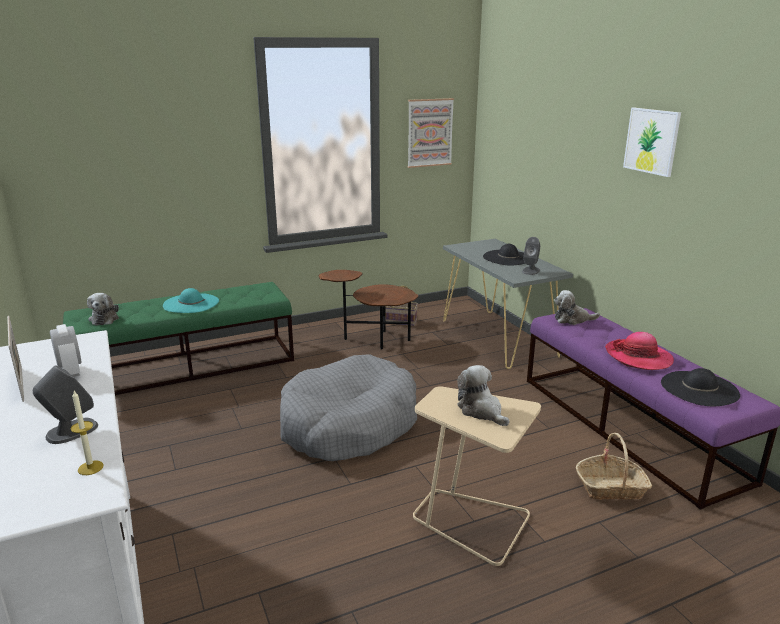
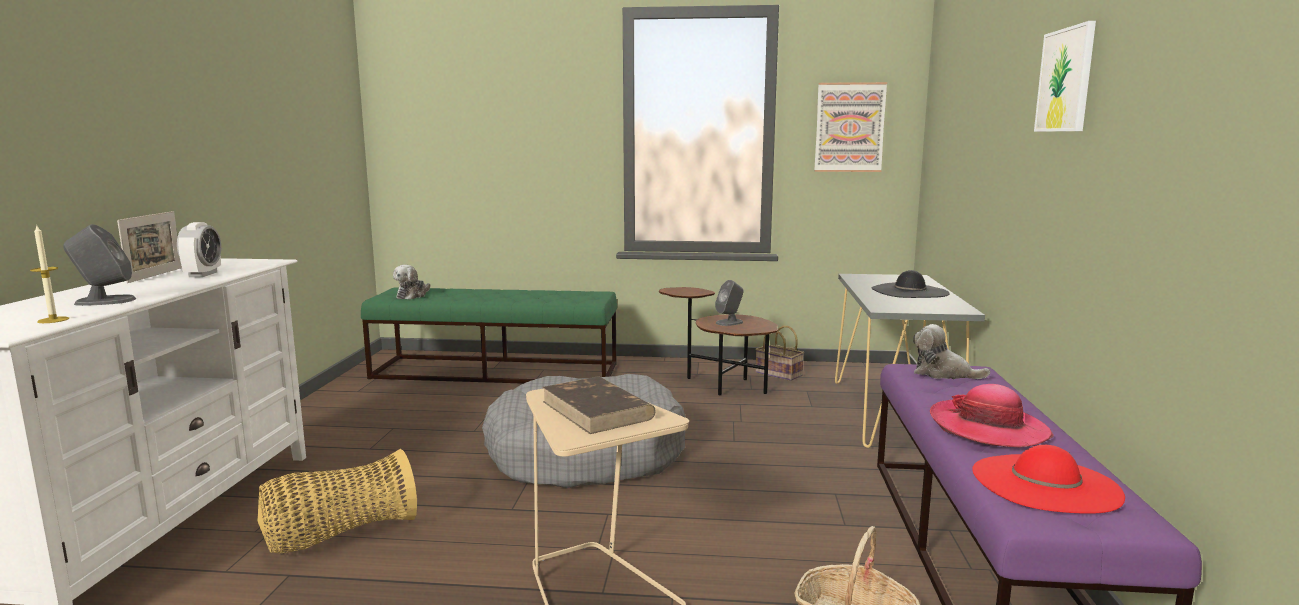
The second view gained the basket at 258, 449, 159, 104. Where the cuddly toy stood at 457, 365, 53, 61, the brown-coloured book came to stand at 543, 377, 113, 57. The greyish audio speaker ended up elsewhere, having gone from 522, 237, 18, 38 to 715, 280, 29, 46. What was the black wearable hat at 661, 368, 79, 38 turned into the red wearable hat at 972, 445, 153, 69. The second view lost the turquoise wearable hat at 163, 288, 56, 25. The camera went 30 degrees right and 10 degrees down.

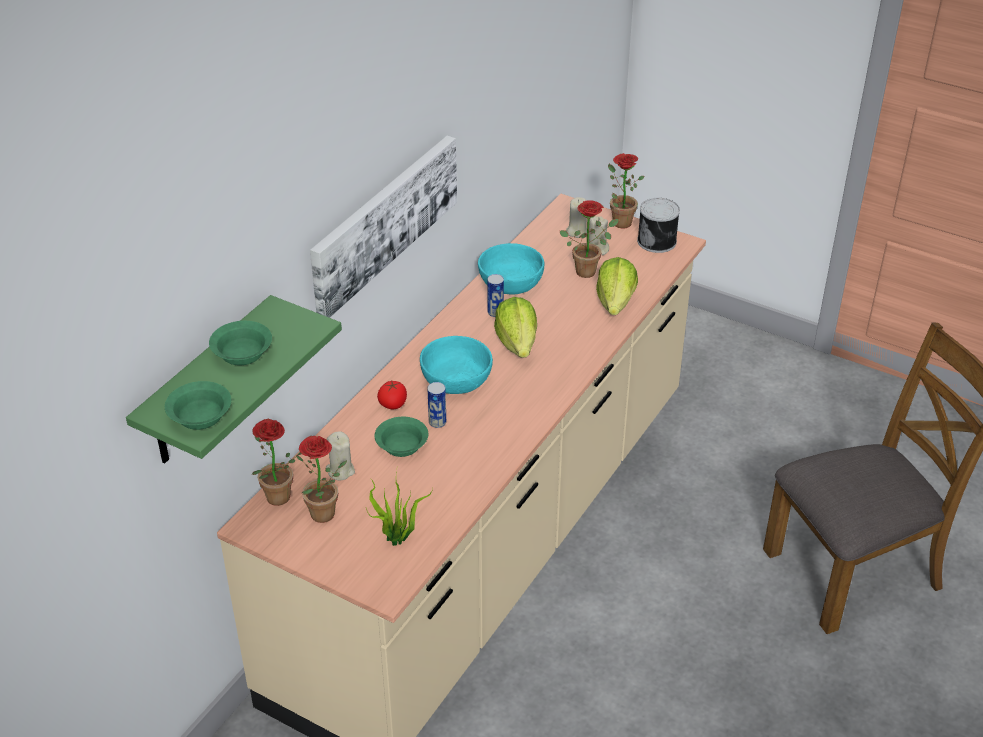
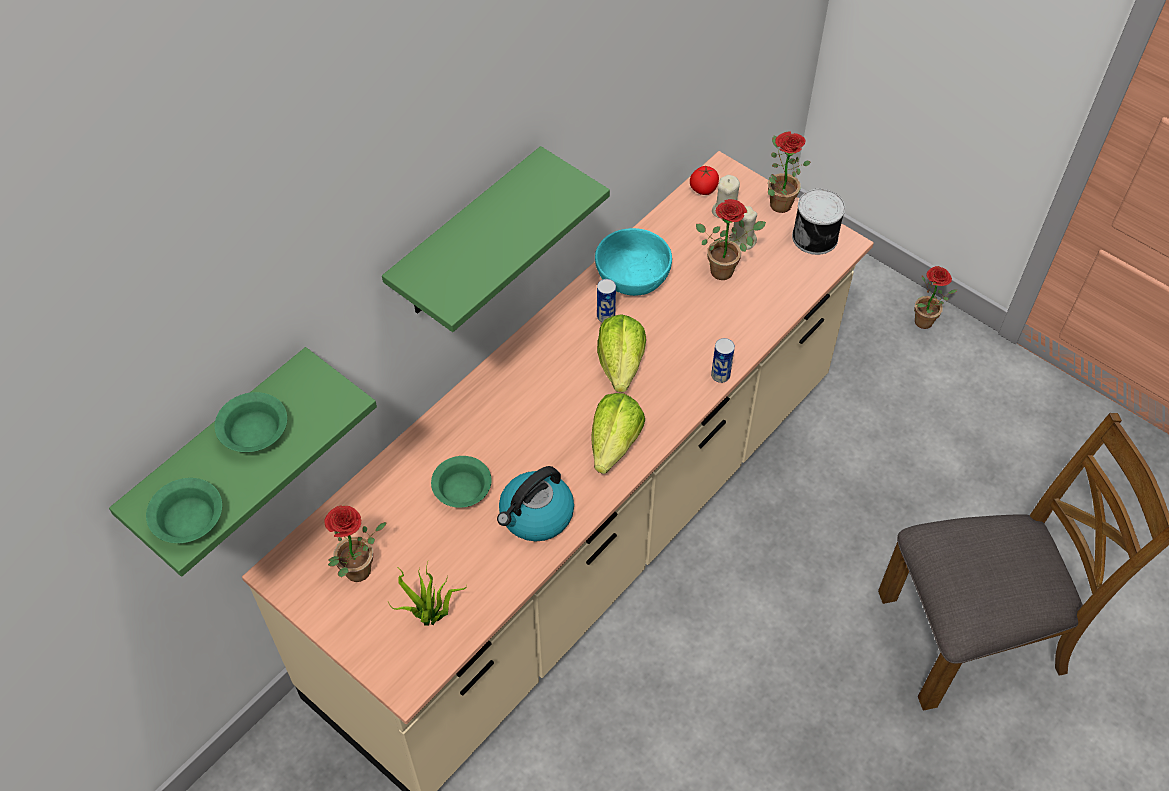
Where the picture hung at 310, 136, 147, 182, the green-coloured shelf came to hang at 382, 146, 228, 186. The second view gained the kettle at 497, 466, 77, 75. The head of lettuce ended up elsewhere, having gone from 596, 257, 42, 58 to 591, 393, 54, 81. The fresh tomato ended up elsewhere, having gone from 377, 381, 30, 28 to 690, 166, 29, 29. The can ended up elsewhere, having gone from 427, 382, 19, 46 to 711, 338, 24, 45. The plant in a pot ended up elsewhere, having gone from 252, 419, 49, 87 to 914, 266, 44, 63. The second view lost the beige-coloured wax light at 326, 431, 29, 49. The second view lost the turquoise bowl at 420, 336, 73, 58. The camera went 10 degrees right and 15 degrees up.

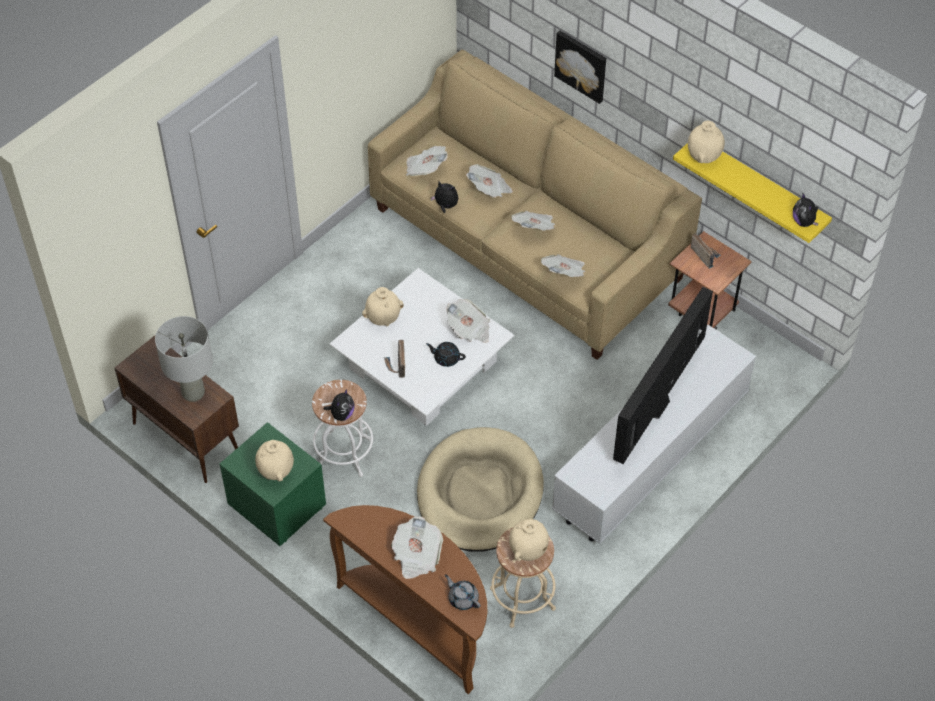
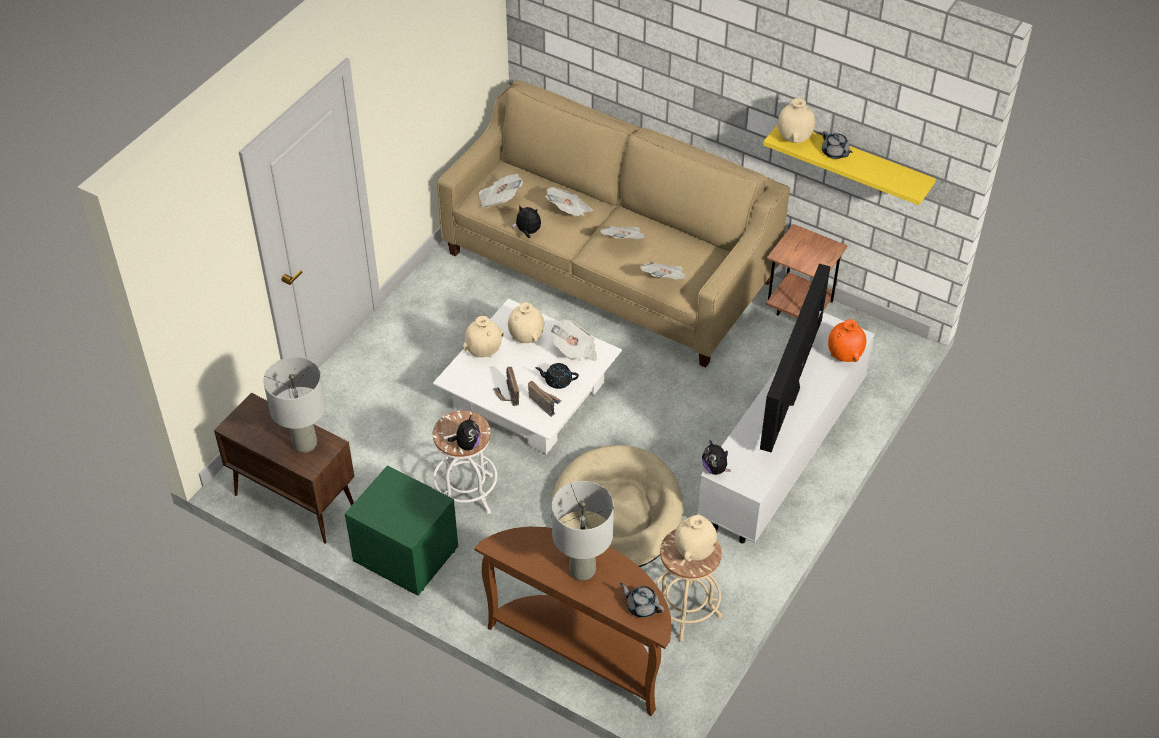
The beige-coloured flower vase ended up elsewhere, having gone from 255, 440, 39, 41 to 508, 302, 36, 41. The radio receiver ended up elsewhere, having gone from 691, 233, 30, 36 to 528, 381, 34, 36. Where the newspaper stood at 391, 516, 52, 63, the greyish tabletop lamp came to stand at 552, 481, 62, 100. The cuddly toy ended up elsewhere, having gone from 793, 193, 26, 34 to 702, 440, 29, 35. The second view gained the greyish teapot at 822, 131, 31, 28. The second view gained the orangey flower vase at 828, 319, 38, 43. The second view lost the picture at 554, 31, 52, 73. The camera went 10 degrees left and 5 degrees down.

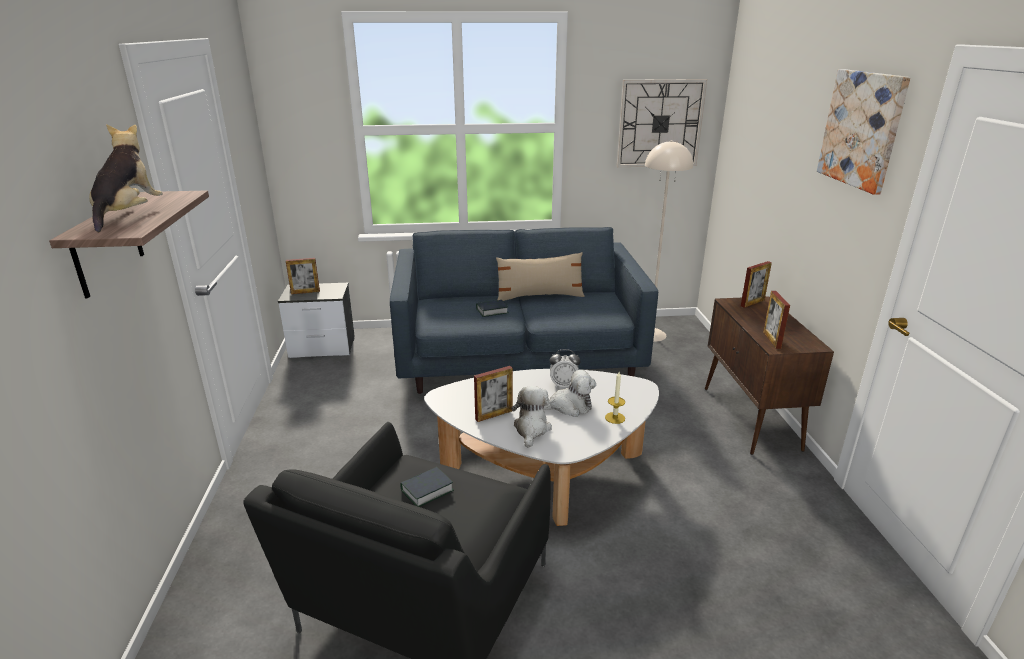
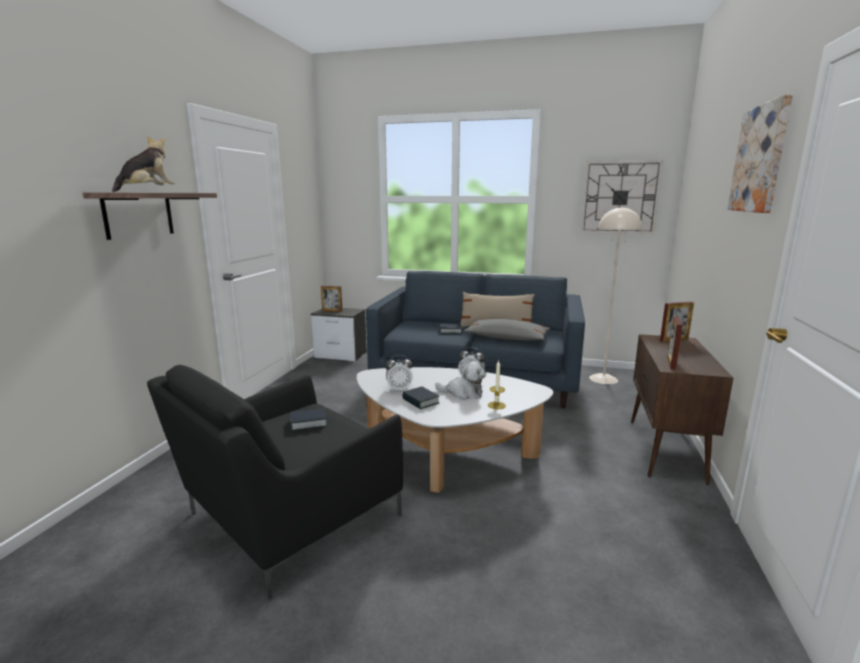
Where the photo frame stood at 474, 366, 39, 56, the table clock came to stand at 385, 355, 28, 37. Where the cuddly toy stood at 511, 386, 41, 62, the book came to stand at 402, 387, 37, 22. The second view gained the greyish throw pillow at 464, 319, 86, 22. The camera went 20 degrees right and 10 degrees down.

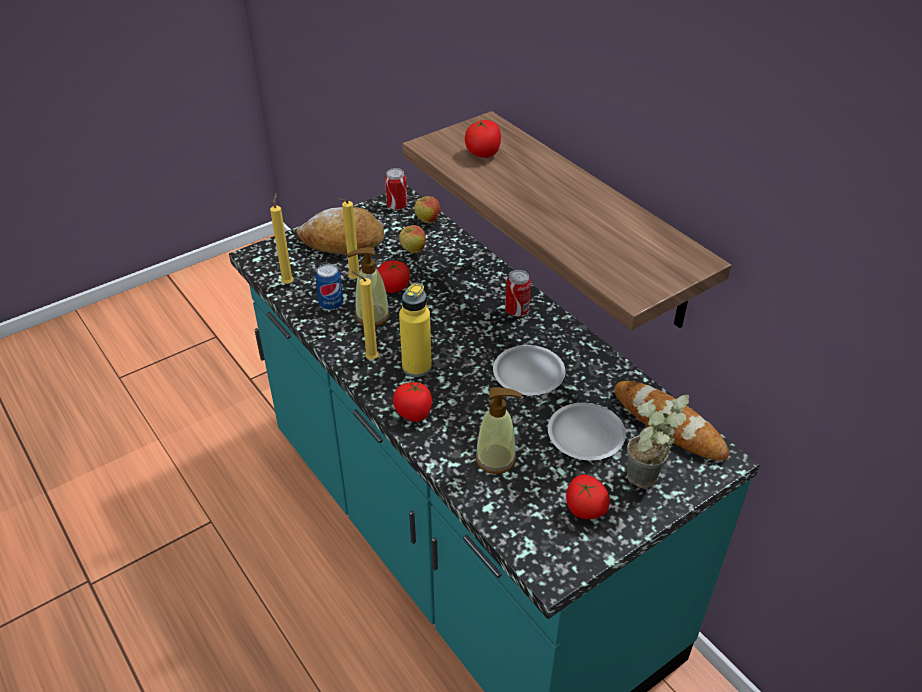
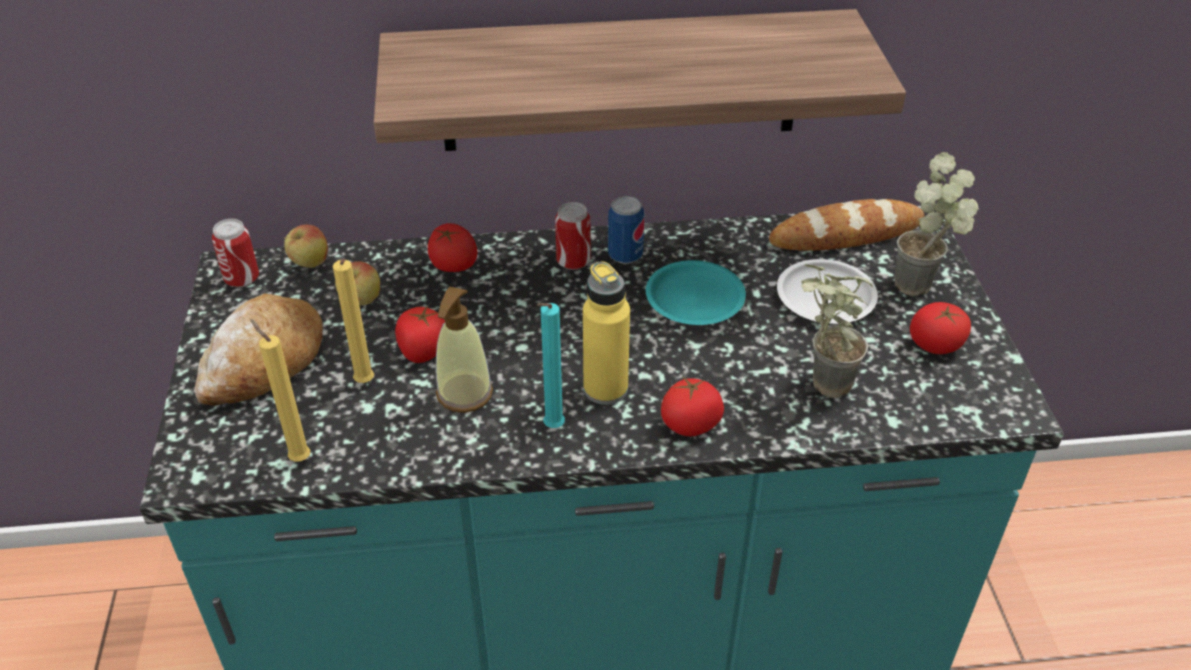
The fresh tomato ended up elsewhere, having gone from 465, 120, 36, 38 to 428, 223, 50, 49. What was the yellowish wax light at 352, 271, 27, 88 turned into the turquoise wax light at 537, 303, 28, 125. The can ended up elsewhere, having gone from 315, 264, 28, 46 to 608, 196, 36, 68. What was the whitish plate at 493, 345, 73, 50 turned into the turquoise plate at 646, 260, 100, 65. Where the soap bottle stood at 475, 387, 47, 87, the plant in a pot came to stand at 801, 264, 72, 134. The camera went 60 degrees left and 0 degrees up.

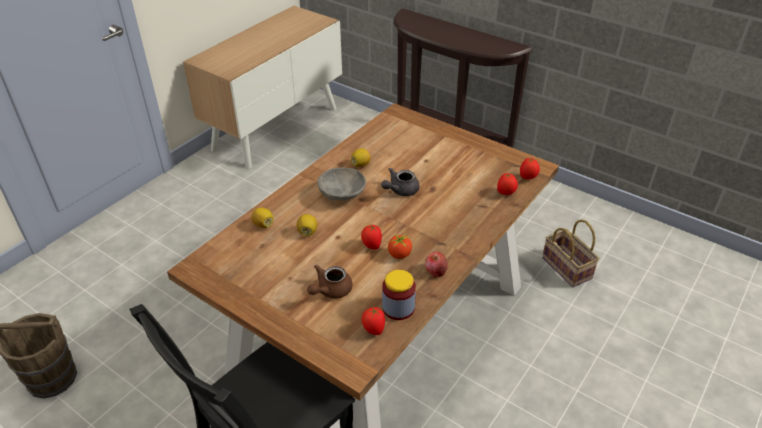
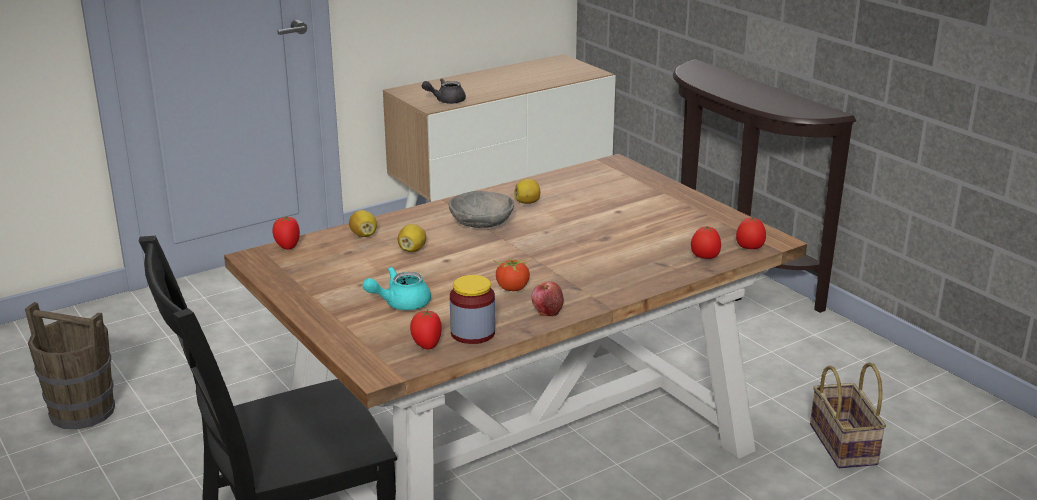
The fresh tomato ended up elsewhere, having gone from 361, 225, 21, 25 to 273, 216, 27, 34. What was the brown-coloured teapot at 307, 265, 46, 34 turned into the turquoise teapot at 363, 267, 68, 43. The greyish teapot ended up elsewhere, having gone from 381, 167, 39, 29 to 422, 78, 44, 26. The camera went 20 degrees right and 15 degrees down.

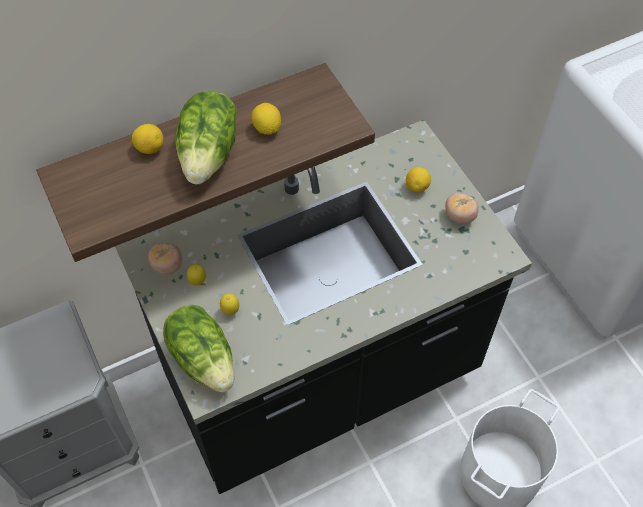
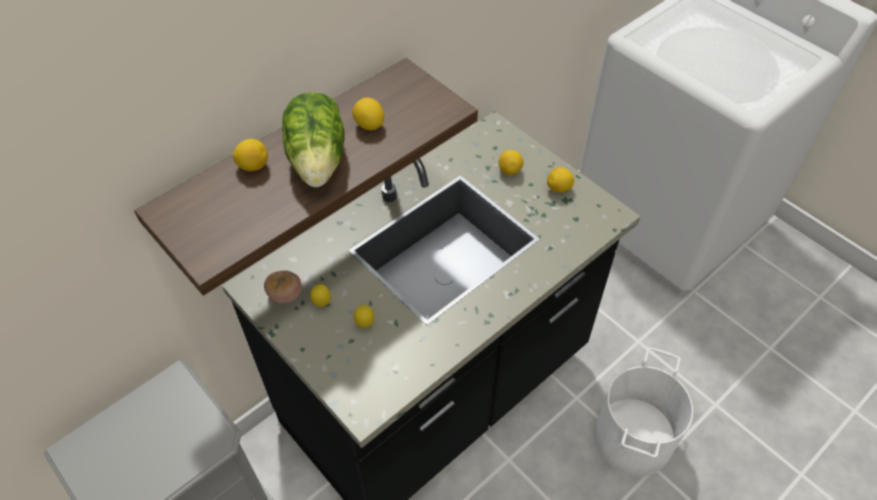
Where the fresh tomato stood at 445, 193, 34, 31, the citrus fruit came to stand at 547, 167, 27, 25. The second view lost the head of lettuce at 163, 305, 71, 87. The camera went 15 degrees left and 5 degrees down.

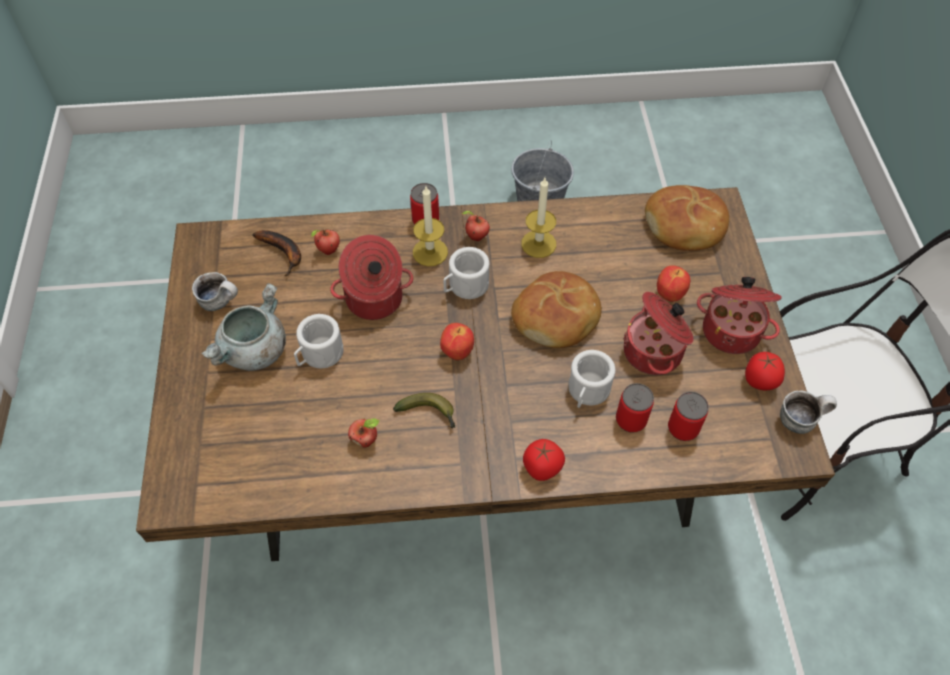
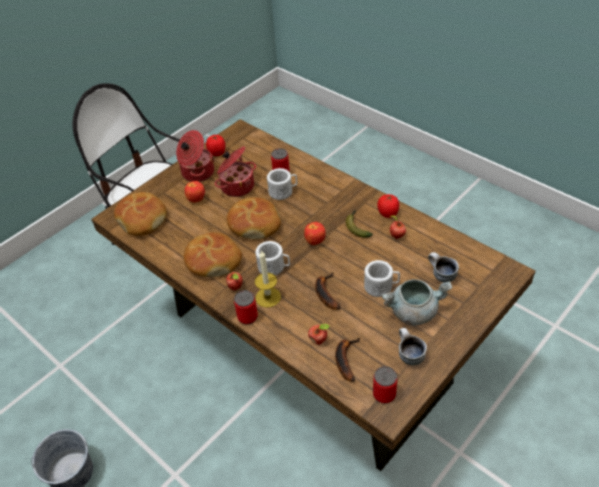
Where the wax light stood at 521, 178, 35, 80, the bread came to stand at 184, 232, 58, 45. Where the stockpot stood at 330, 235, 83, 85, the whole banana came to stand at 315, 272, 26, 38. The can ended up elsewhere, having gone from 668, 392, 41, 49 to 373, 366, 25, 38. The fresh tomato ended up elsewhere, having gone from 523, 439, 42, 42 to 377, 194, 22, 24. The coffee mug ended up elsewhere, having gone from 780, 390, 57, 44 to 428, 252, 31, 30. The camera went 130 degrees left and 10 degrees down.

